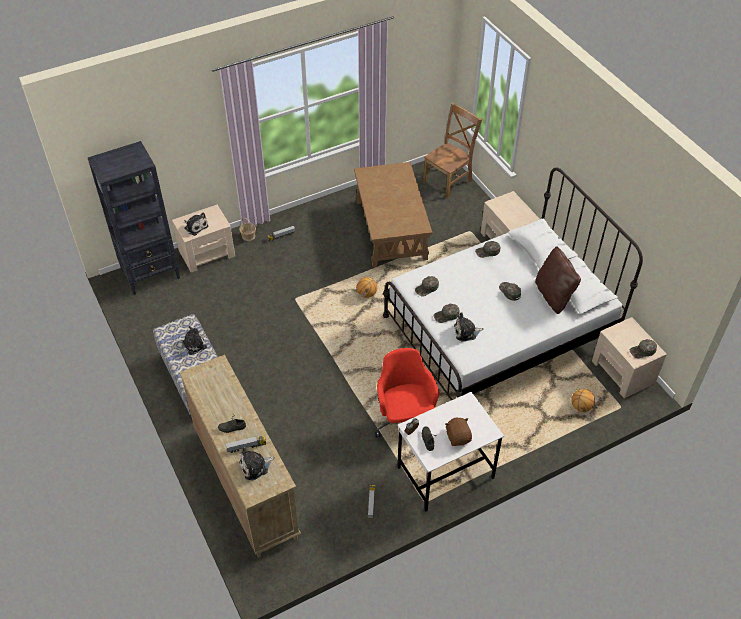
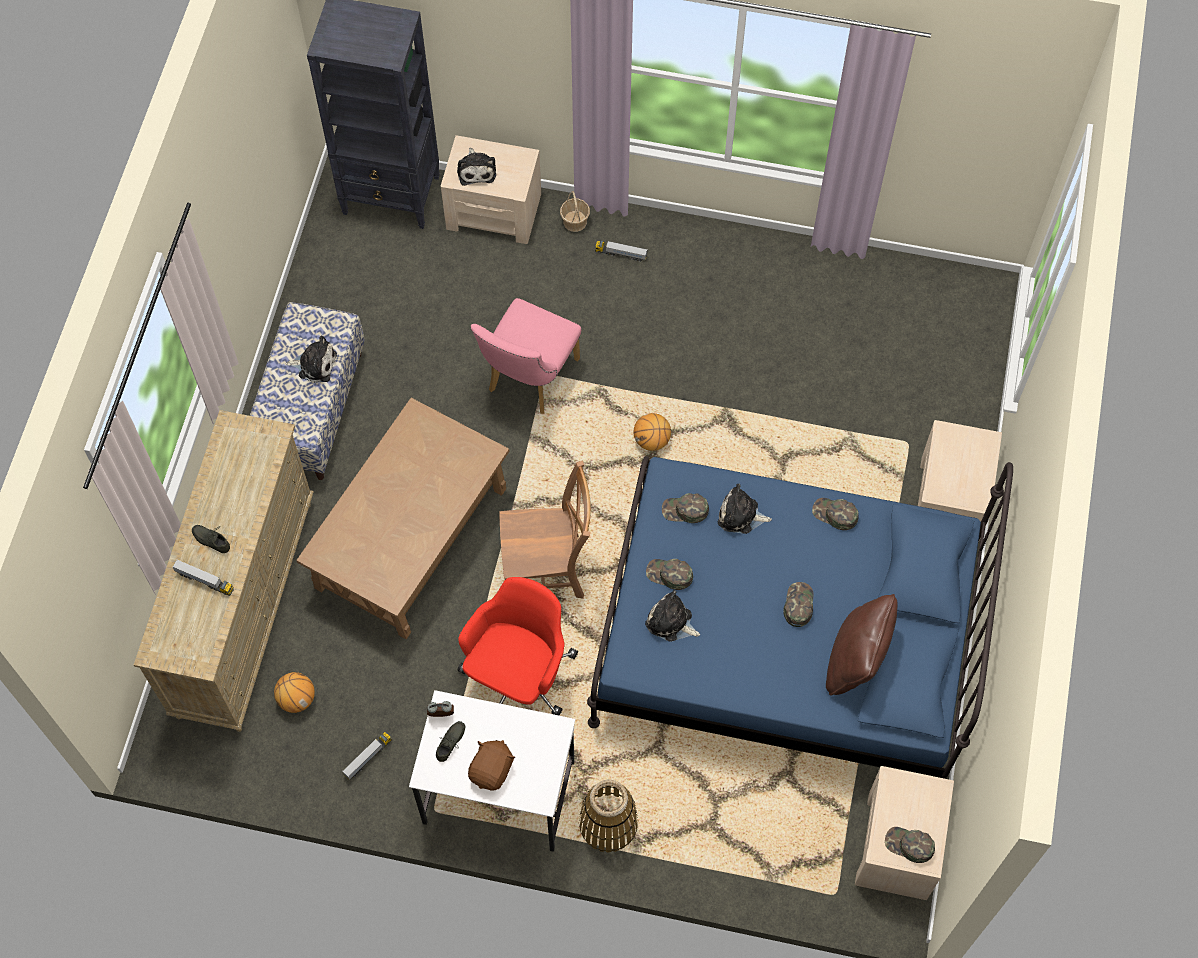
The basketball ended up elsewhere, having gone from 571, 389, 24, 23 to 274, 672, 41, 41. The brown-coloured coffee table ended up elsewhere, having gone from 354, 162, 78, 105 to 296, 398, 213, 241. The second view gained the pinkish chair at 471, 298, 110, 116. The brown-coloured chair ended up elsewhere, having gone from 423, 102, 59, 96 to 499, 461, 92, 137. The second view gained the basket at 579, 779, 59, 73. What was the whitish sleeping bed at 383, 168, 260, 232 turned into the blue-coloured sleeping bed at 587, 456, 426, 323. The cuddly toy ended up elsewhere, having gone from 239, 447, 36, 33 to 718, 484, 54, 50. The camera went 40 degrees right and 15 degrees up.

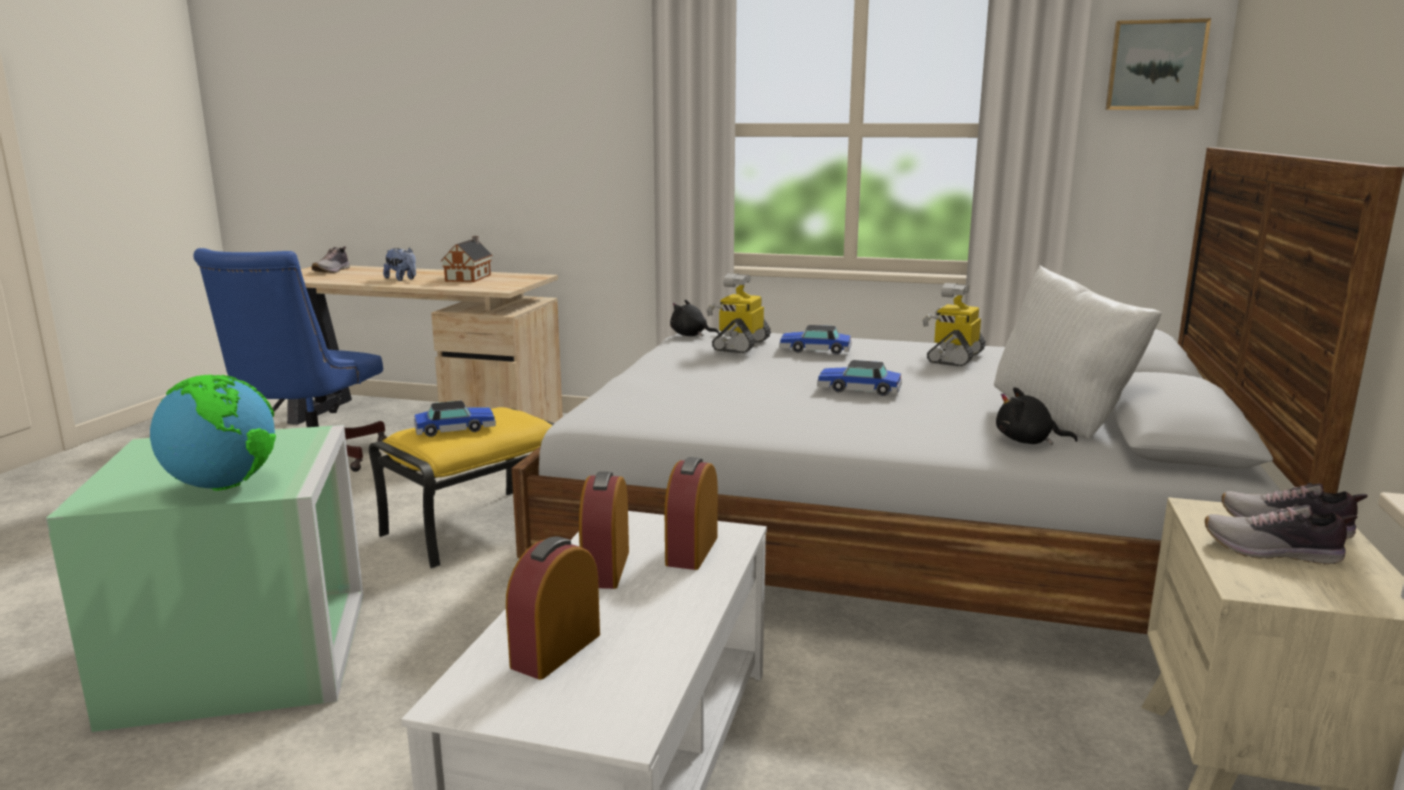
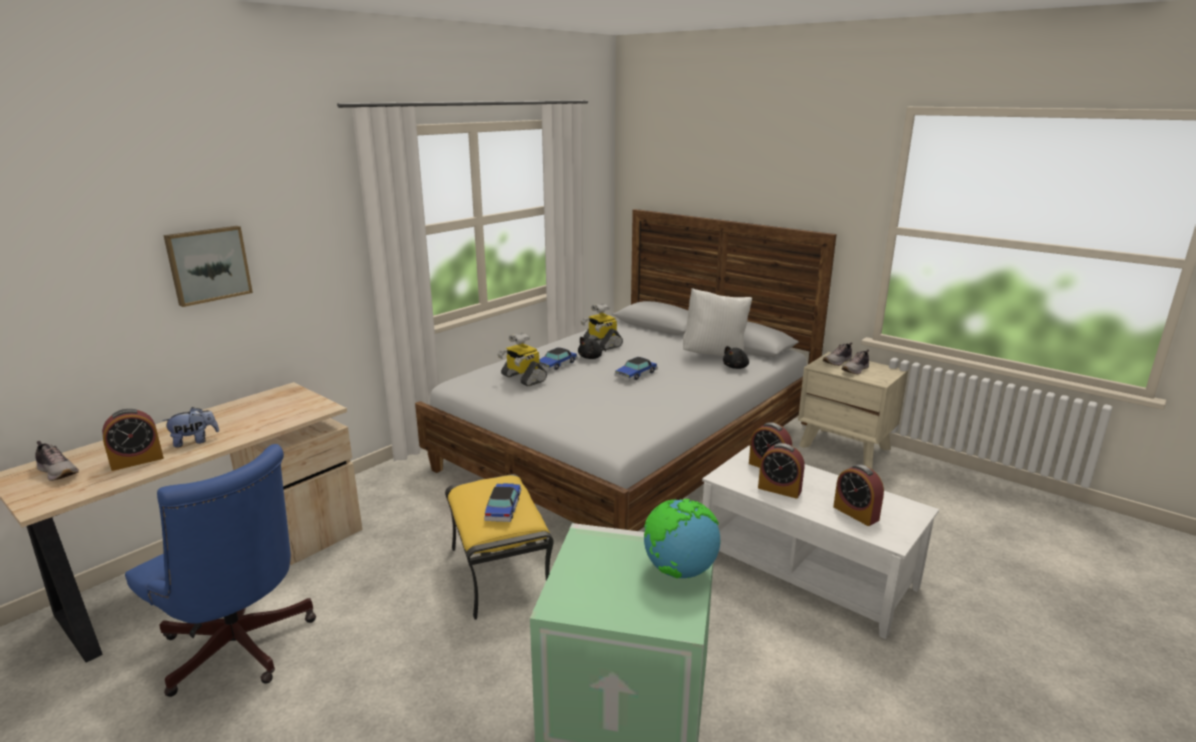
The second view gained the table clock at 102, 409, 62, 62. The picture ended up elsewhere, having gone from 1105, 18, 106, 92 to 164, 226, 89, 81. The black cuddly toy ended up elsewhere, having gone from 670, 300, 49, 37 to 578, 337, 28, 22. The second view lost the toy house at 441, 236, 52, 46. The camera went 65 degrees left and 5 degrees up.

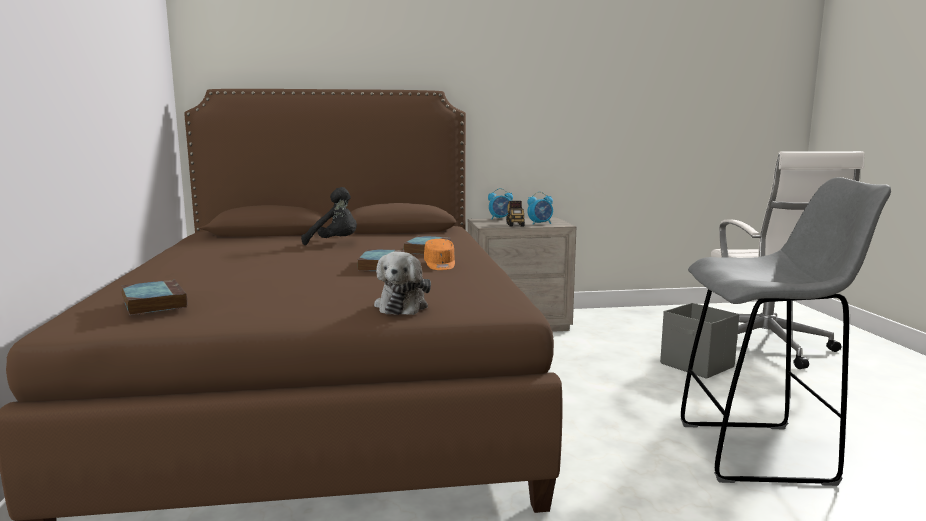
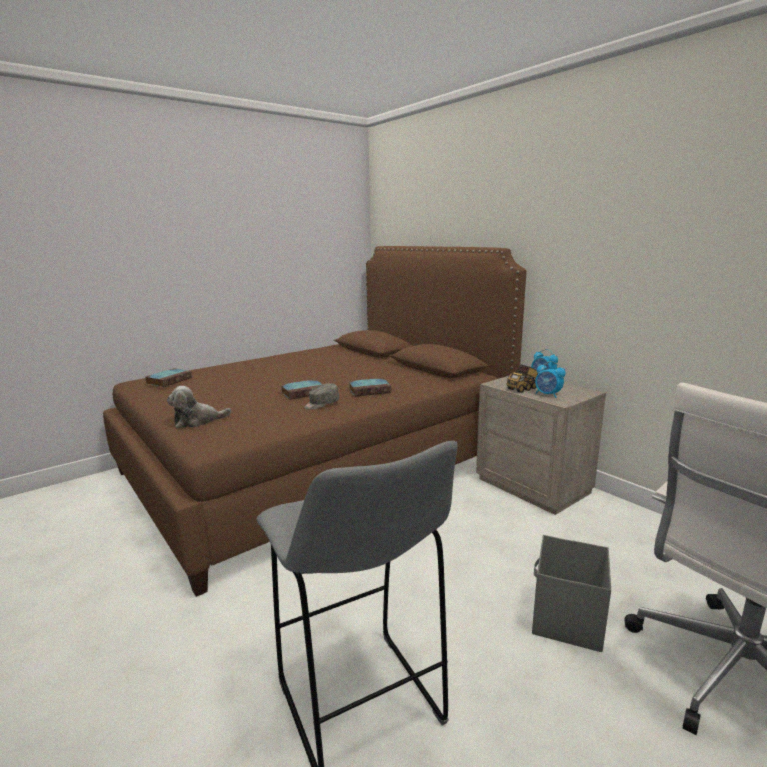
What was the orangey peaked cap at 424, 239, 31, 31 turned into the greyish peaked cap at 304, 383, 35, 27. The second view lost the black cuddly toy at 301, 187, 56, 58. The camera went 60 degrees right and 5 degrees up.

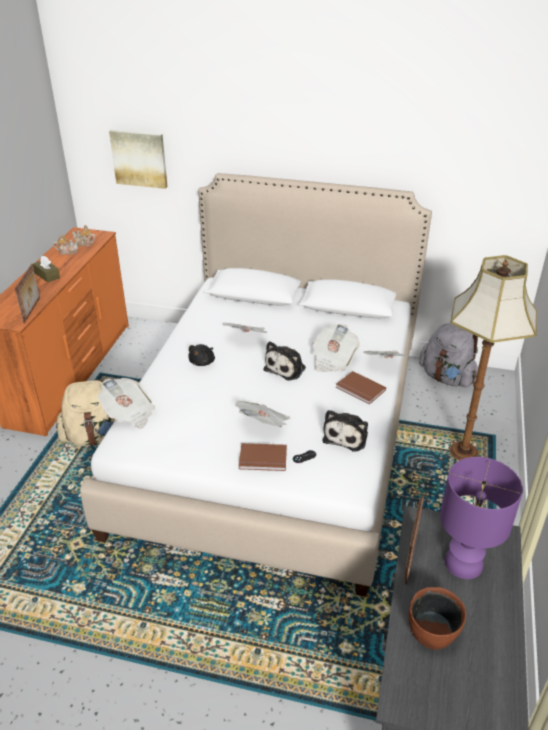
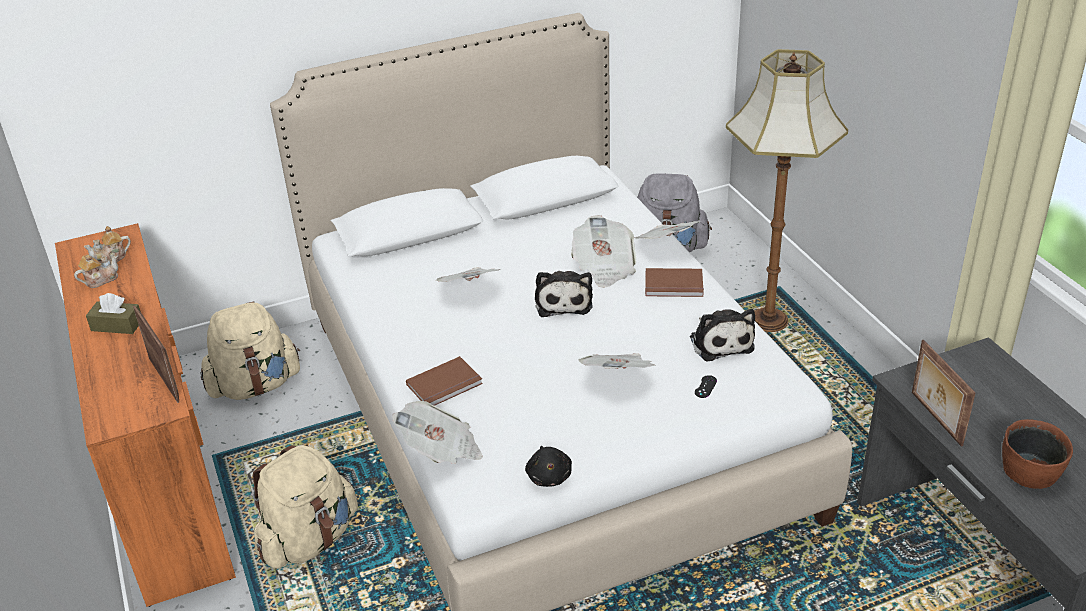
The second view gained the beige-coloured rucksack at 200, 302, 100, 98. The brown-coloured book ended up elsewhere, having gone from 239, 443, 48, 28 to 406, 356, 77, 49. The black cuddly toy ended up elsewhere, having gone from 188, 344, 27, 22 to 525, 446, 47, 41. The second view lost the picture at 109, 130, 58, 59. The second view lost the purple-coloured tabletop lamp at 440, 457, 83, 122. The camera went 35 degrees left and 0 degrees up.

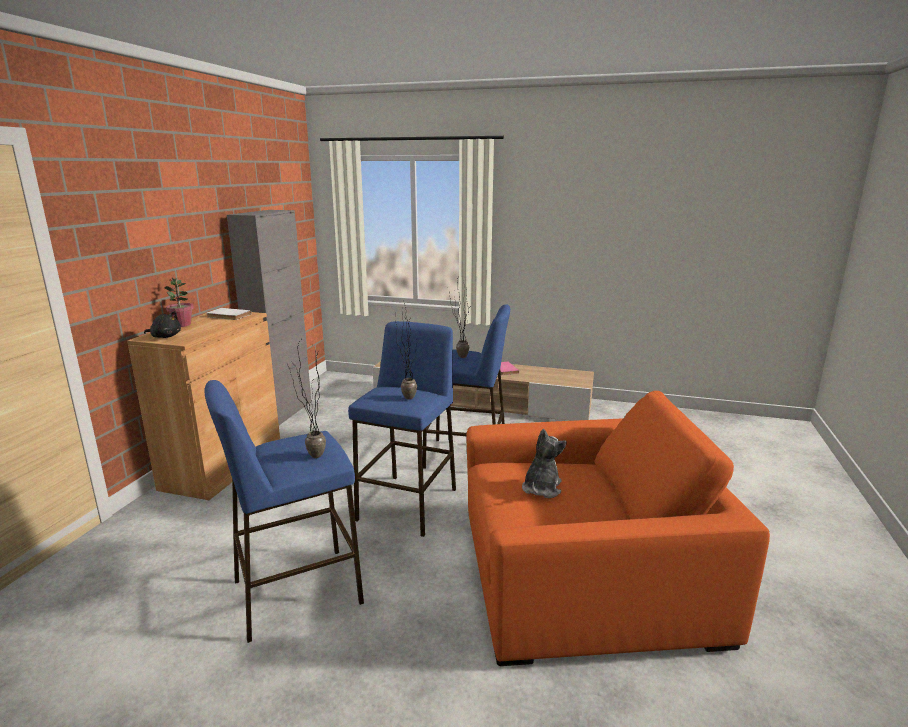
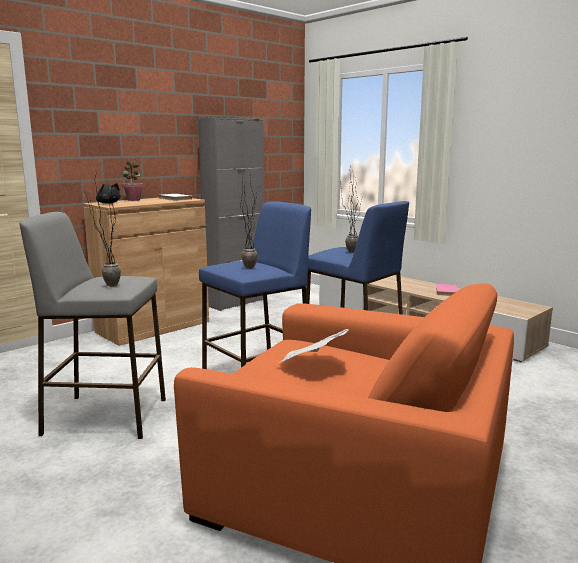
What was the blue-coloured stool at 205, 380, 159, 263 turned into the greyish stool at 19, 212, 147, 227. Where the cuddly toy stood at 522, 429, 45, 69, the newspaper came to stand at 279, 329, 70, 34. The camera went 30 degrees right and 5 degrees down.

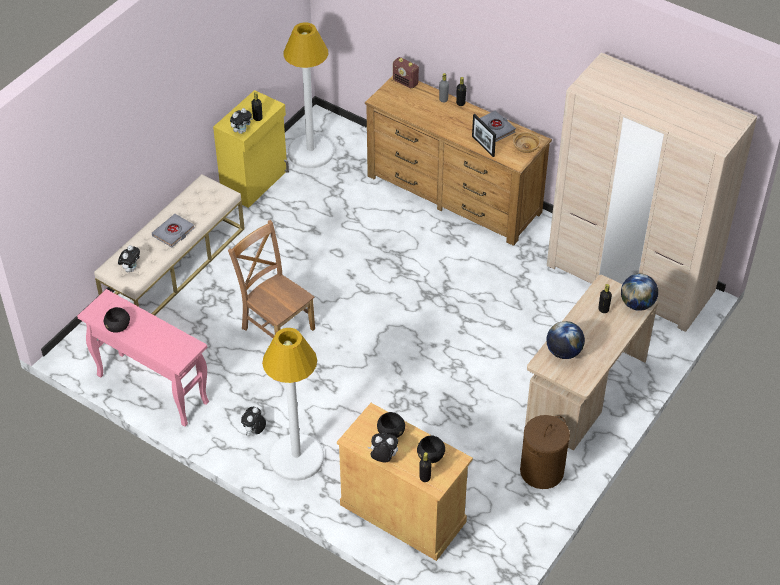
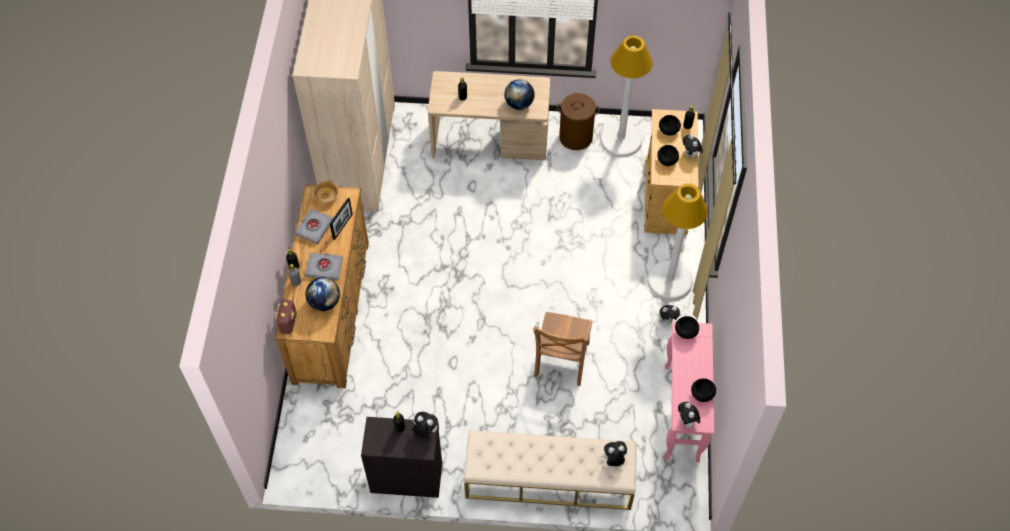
The greyish book ended up elsewhere, having gone from 152, 214, 42, 33 to 305, 253, 38, 27. The world globe ended up elsewhere, having gone from 621, 274, 37, 37 to 306, 277, 34, 34. What was the yellowish cupboard at 213, 90, 76, 118 turned into the black cupboard at 361, 417, 81, 81. The whitish floor lamp ended up elsewhere, having gone from 283, 22, 51, 146 to 600, 35, 53, 122. The second view gained the black bowl at 675, 316, 24, 23. The second view gained the cuddly toy at 678, 402, 22, 28. The camera went 120 degrees left and 10 degrees up.

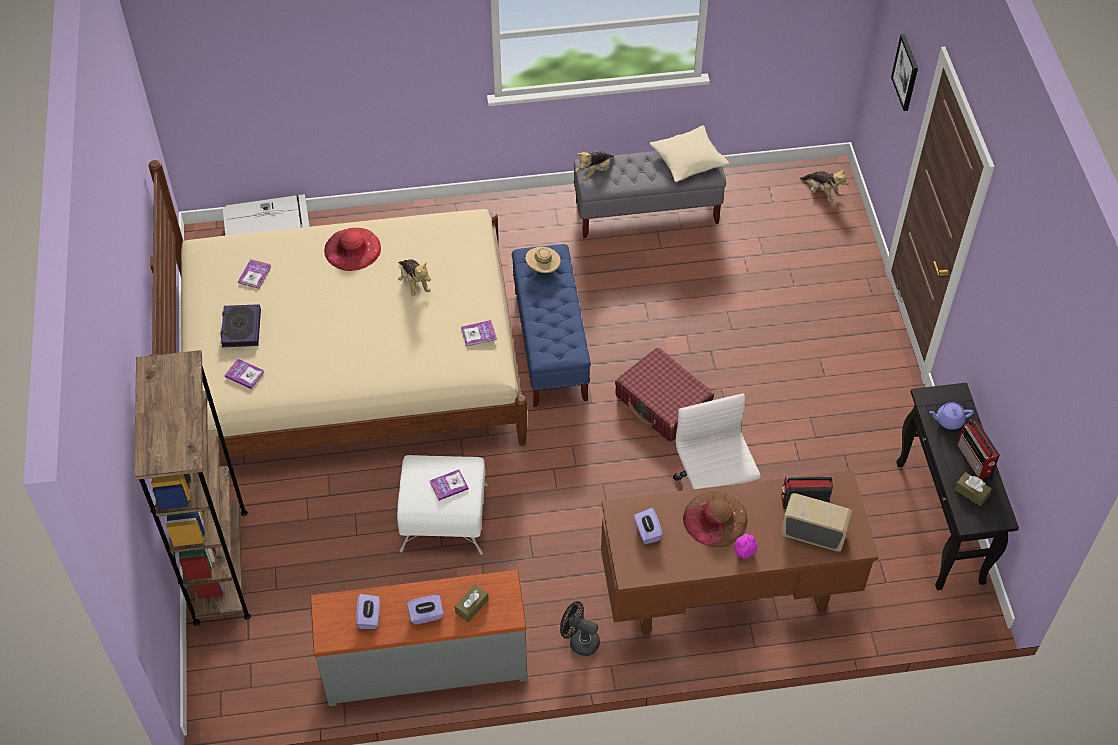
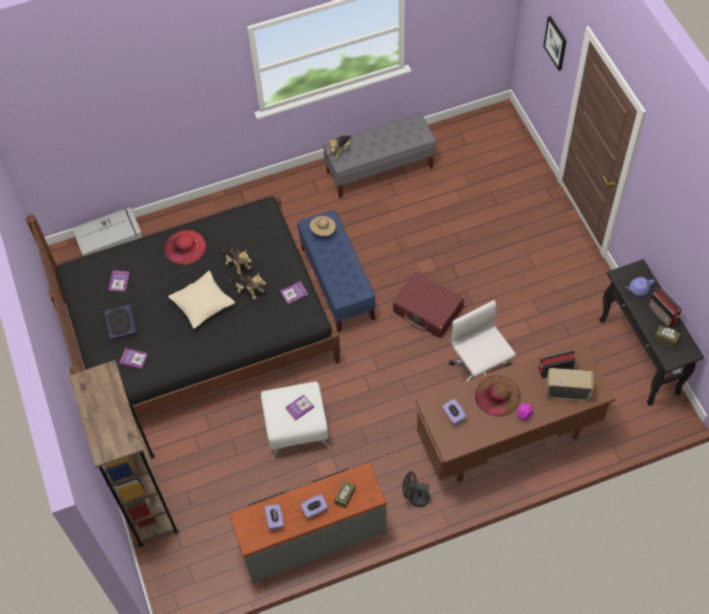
What was the beige-coloured sleeping bed at 148, 160, 379, 298 turned into the black sleeping bed at 26, 196, 314, 223. The beige-coloured throw pillow ended up elsewhere, having gone from 650, 125, 79, 57 to 168, 271, 67, 58. The cuddly toy ended up elsewhere, having gone from 800, 168, 49, 34 to 229, 273, 37, 27. The camera went 10 degrees left and 5 degrees up.

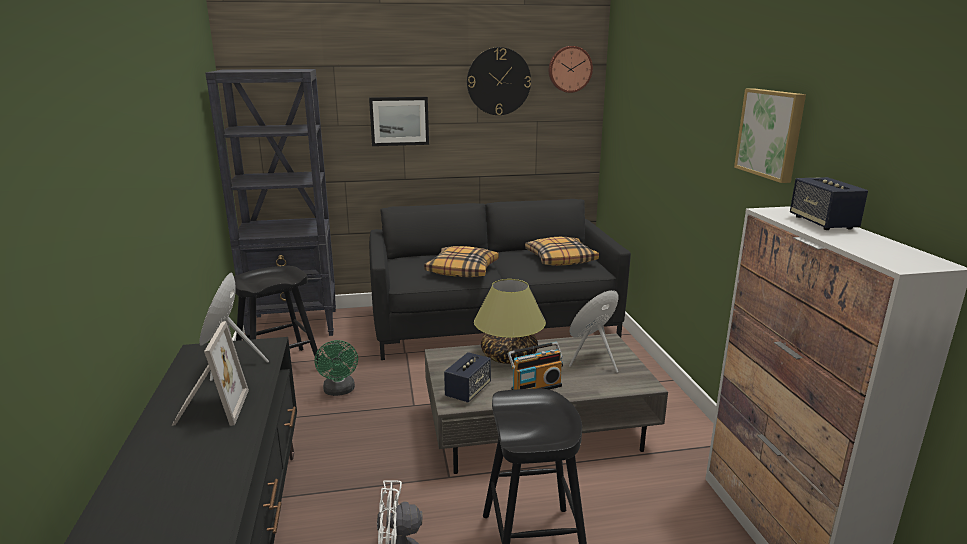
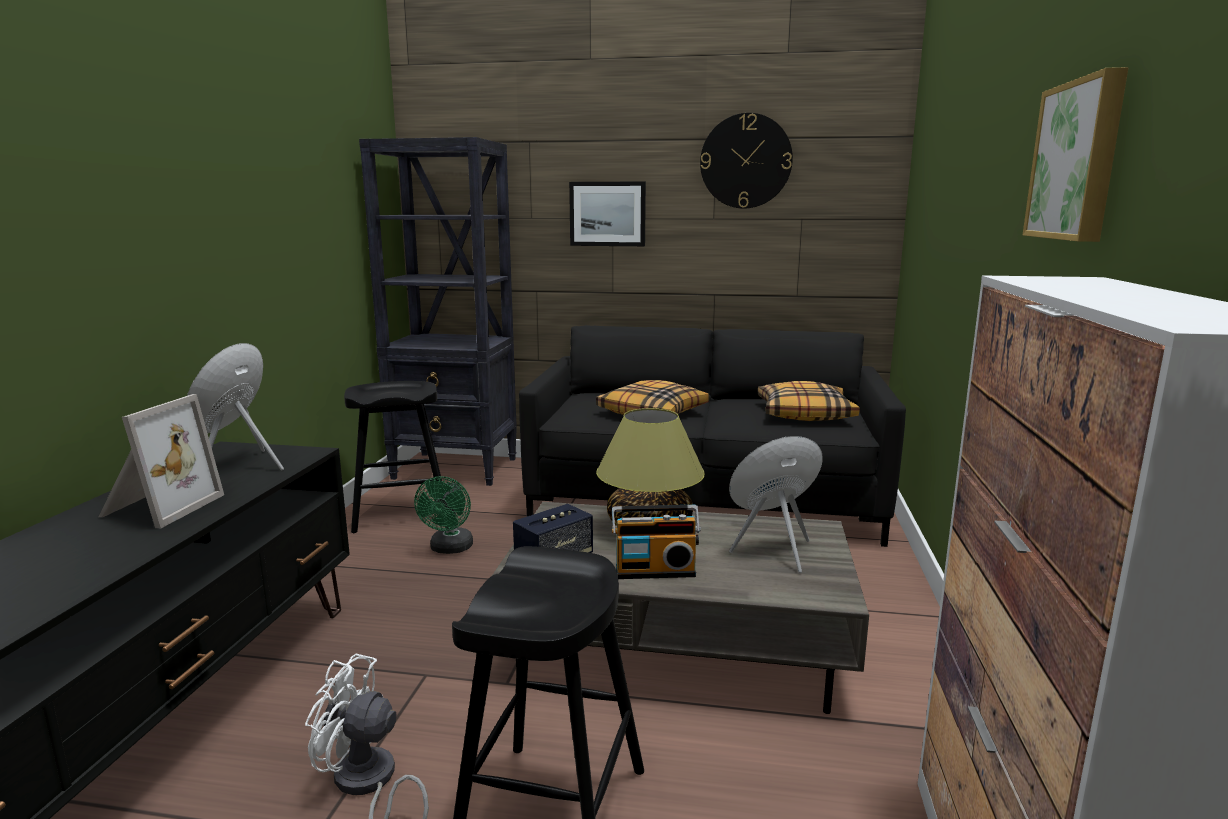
The second view lost the wall clock at 549, 46, 44, 47. The second view lost the audio speaker at 790, 177, 78, 53. The camera went 20 degrees right and 5 degrees down.

